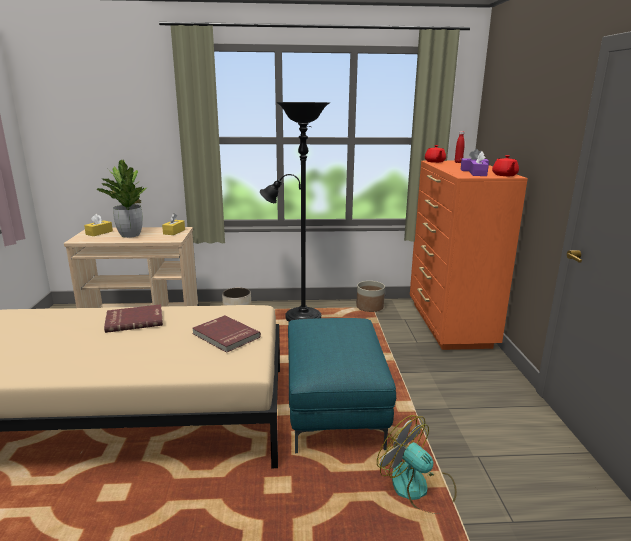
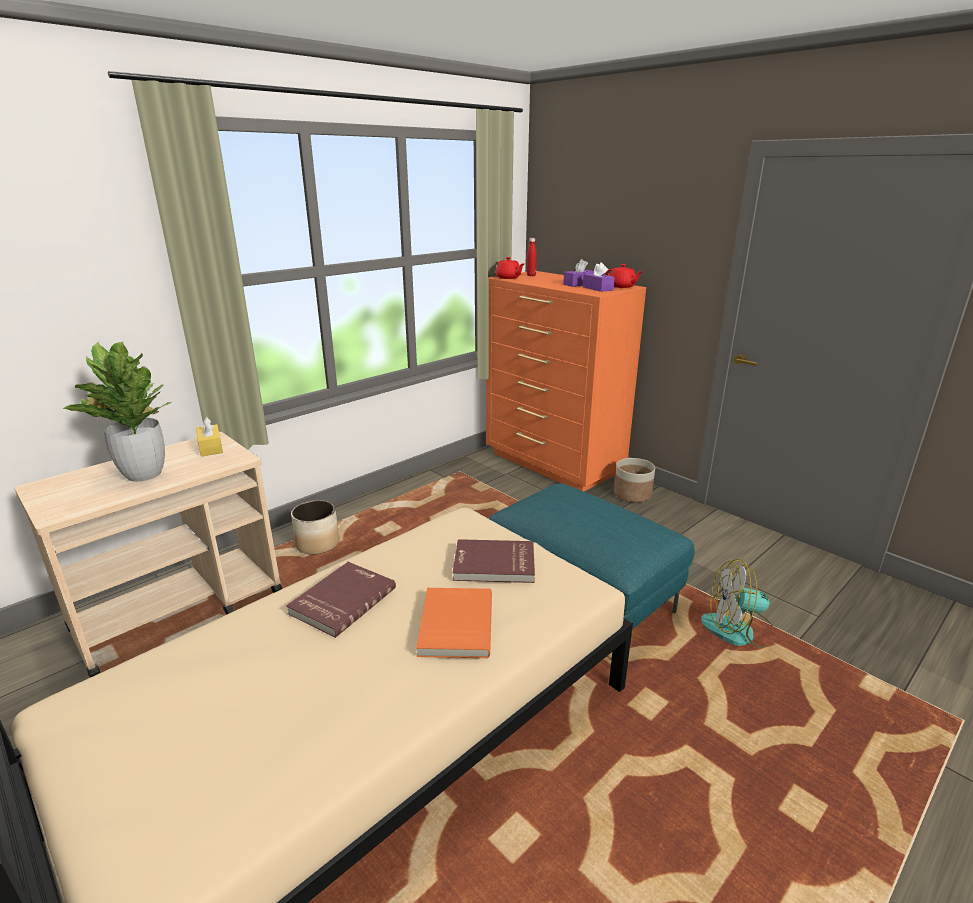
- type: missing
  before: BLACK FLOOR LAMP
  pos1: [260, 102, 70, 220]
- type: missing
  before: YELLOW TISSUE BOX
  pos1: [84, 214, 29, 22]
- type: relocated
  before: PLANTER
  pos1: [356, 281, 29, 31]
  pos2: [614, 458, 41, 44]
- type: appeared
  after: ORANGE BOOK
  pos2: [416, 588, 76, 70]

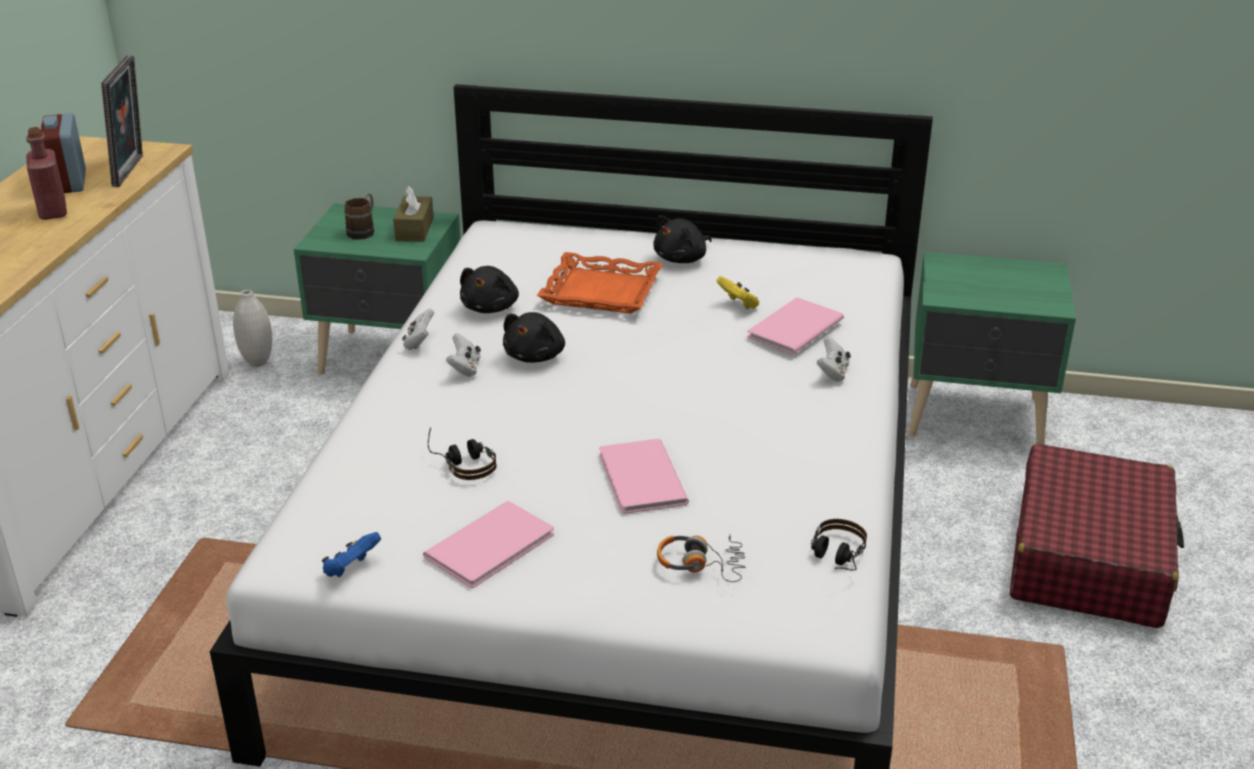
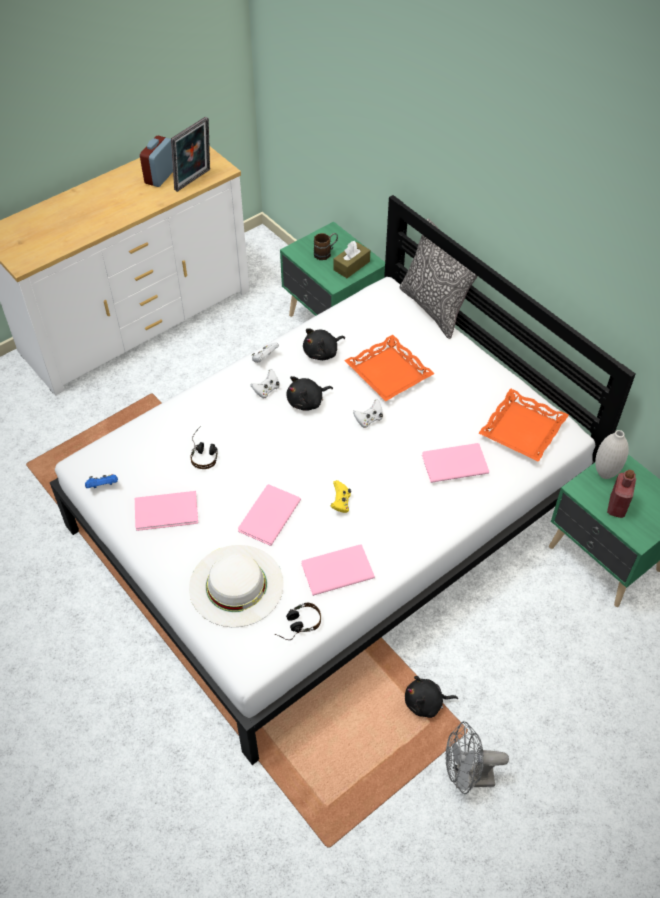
- type: relocated
  before: RED BOTTLE
  pos1: [26, 127, 41, 93]
  pos2: [607, 470, 29, 48]
- type: relocated
  before: BLACK PLUSH TOY
  pos1: [653, 215, 59, 48]
  pos2: [405, 676, 53, 42]
- type: relocated
  before: YELLOW GAME CONTROLLER
  pos1: [717, 276, 42, 33]
  pos2: [330, 480, 21, 33]
- type: relocated
  before: WHITE VASE
  pos1: [233, 290, 39, 77]
  pos2: [595, 430, 34, 49]
- type: relocated
  before: WHITE GAME CONTROLLER
  pos1: [817, 337, 34, 45]
  pos2: [353, 399, 30, 29]
- type: missing
  before: RED SUITCASE
  pos1: [1010, 444, 174, 184]
- type: exchanged
  before: HEADPHONES
  after: WHITE HAT
  pos1: [657, 534, 88, 48]
  pos2: [189, 545, 95, 82]
- type: appeared
  after: PILLOW
  pos2: [399, 218, 79, 121]
- type: appeared
  after: ORANGE TRAY
  pos2: [479, 388, 90, 74]
- type: appeared
  after: PINK BOOK
  pos2: [301, 544, 74, 52]
- type: appeared
  after: GREY FAN
  pos2: [445, 721, 64, 73]

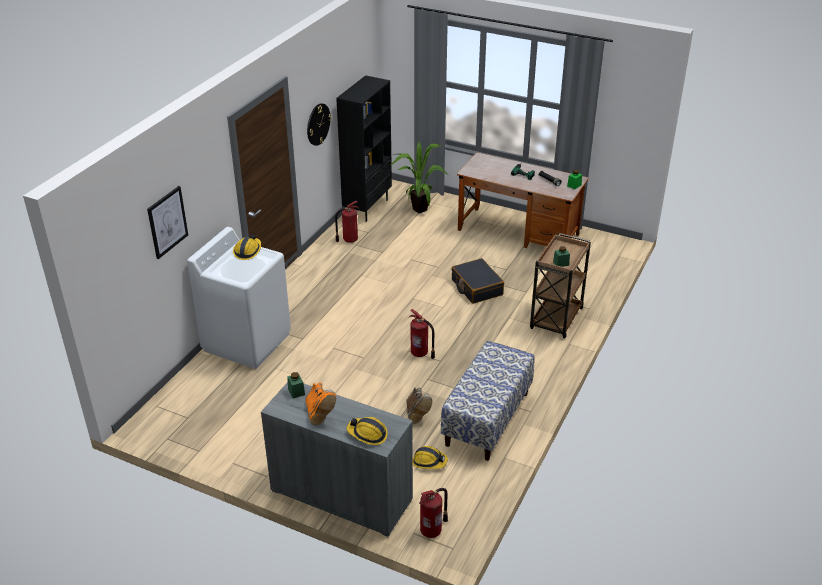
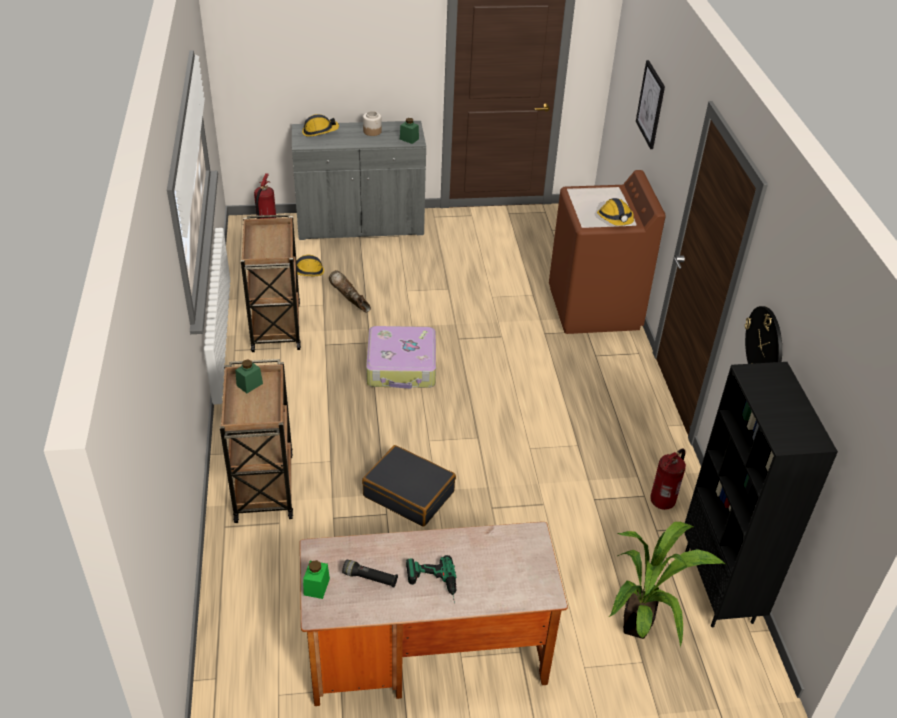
- type: colour
  before: WHITE WASHING MACHINE
  after: BROWN WASHING MACHINE
  pos1: [187, 227, 104, 142]
  pos2: [549, 170, 117, 164]
- type: exchanged
  before: FIRE EXTINGUISHER
  after: SUITCASE
  pos1: [409, 309, 26, 50]
  pos2: [366, 326, 70, 63]
- type: exchanged
  before: BENCH
  after: BROWN CART
  pos1: [441, 341, 94, 120]
  pos2: [241, 214, 60, 138]
- type: exchanged
  before: ORANGE BOOT
  after: JAR
  pos1: [306, 382, 30, 43]
  pos2: [363, 111, 19, 25]

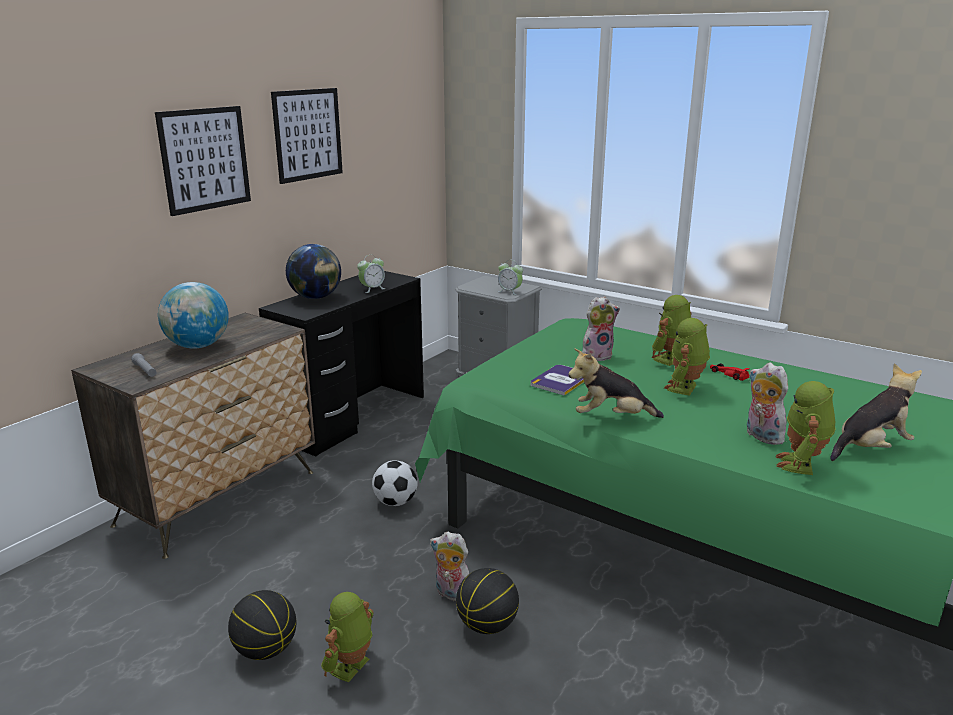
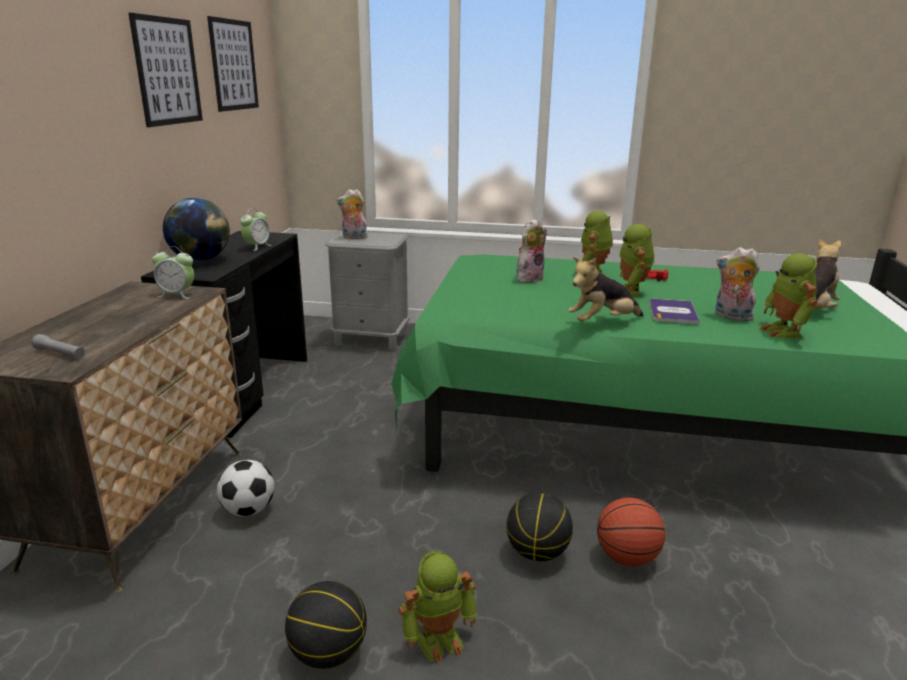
- type: relocated
  before: PICTURE
  pos1: [155, 106, 96, 110]
  pos2: [207, 16, 52, 96]
- type: relocated
  before: ALARM CLOCK
  pos1: [498, 260, 25, 35]
  pos2: [152, 246, 42, 53]
- type: missing
  before: GLOBE
  pos1: [158, 282, 71, 67]
- type: relocated
  before: BOOK
  pos1: [531, 365, 53, 31]
  pos2: [649, 299, 51, 26]
- type: relocated
  before: FOOTBALL
  pos1: [372, 460, 46, 46]
  pos2: [217, 460, 57, 56]
- type: relocated
  before: PLUSH TOY
  pos1: [430, 532, 40, 69]
  pos2: [337, 189, 31, 50]
- type: spun
  before: TOY ROBOT
  pos1: [321, 592, 53, 90]
  pos2: [399, 551, 78, 113]
  turn: -120
- type: appeared
  after: BASKETBALL
  pos2: [597, 497, 68, 69]

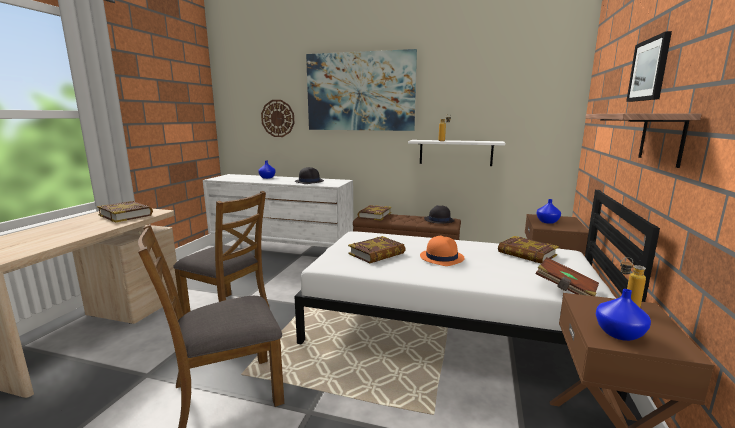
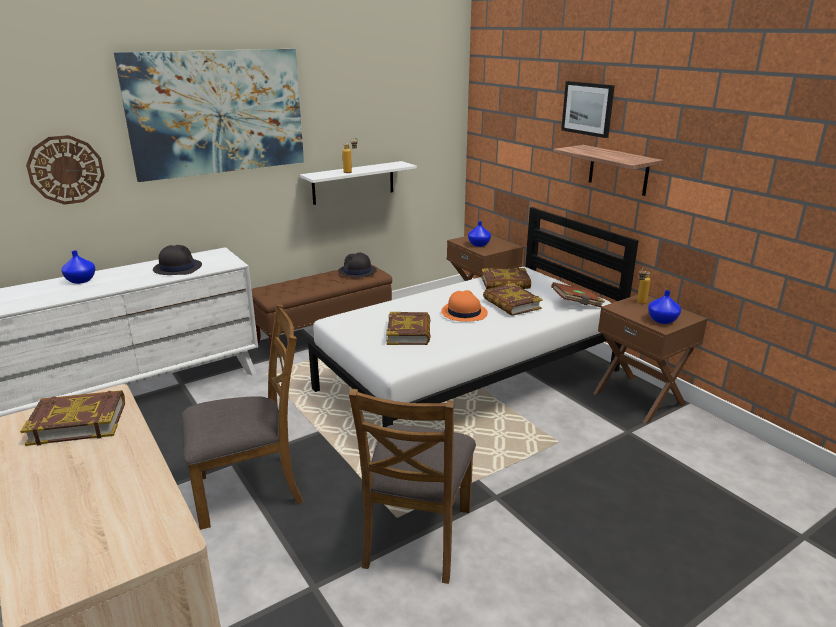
- type: relocated
  before: BOOK
  pos1: [357, 205, 34, 16]
  pos2: [483, 283, 60, 33]

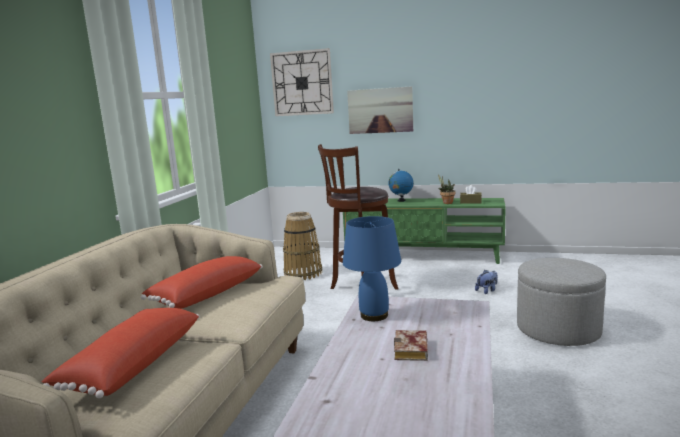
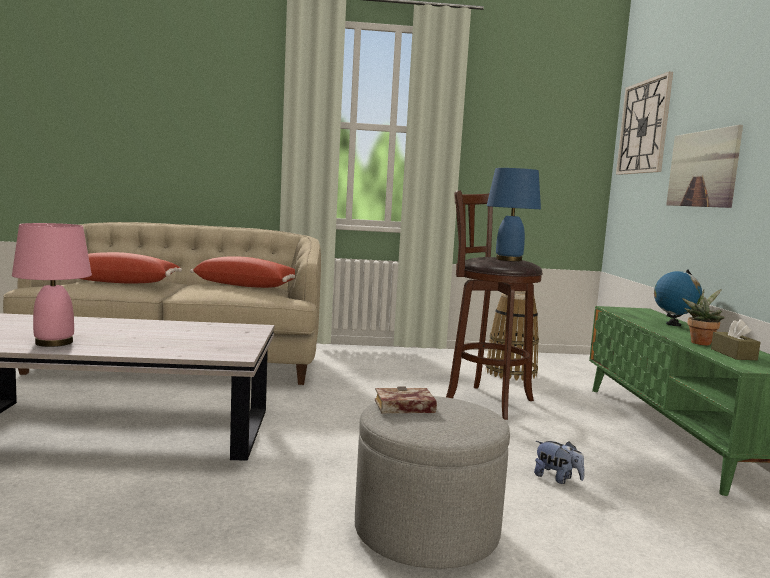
- type: relocated
  before: BLUE TABLE LAMP
  pos1: [343, 216, 58, 105]
  pos2: [487, 168, 54, 94]
- type: relocated
  before: BOOK
  pos1: [394, 330, 34, 31]
  pos2: [375, 387, 62, 26]
- type: appeared
  after: PINK TABLE LAMP
  pos2: [12, 223, 80, 124]

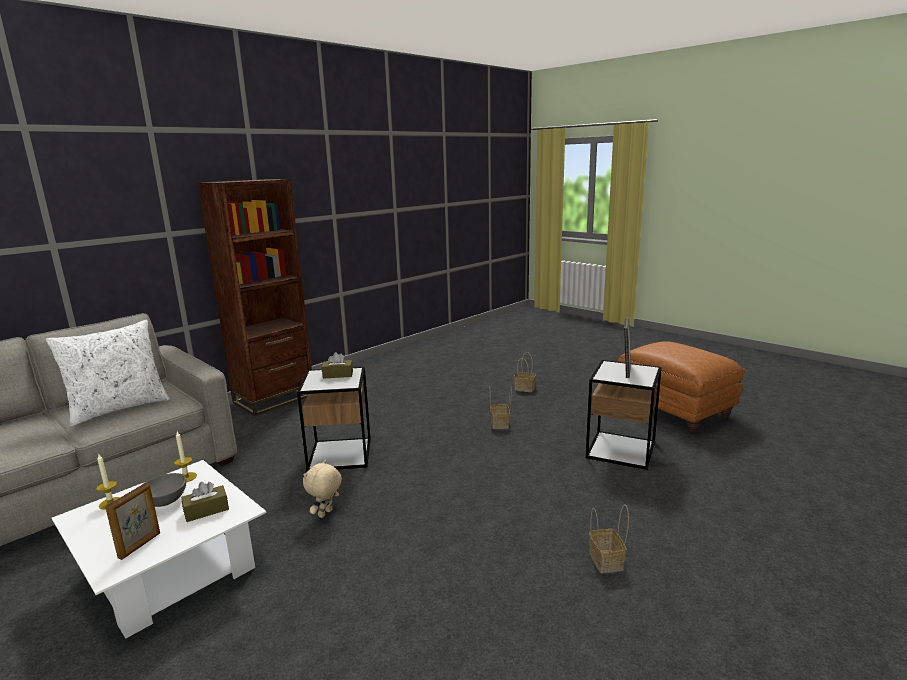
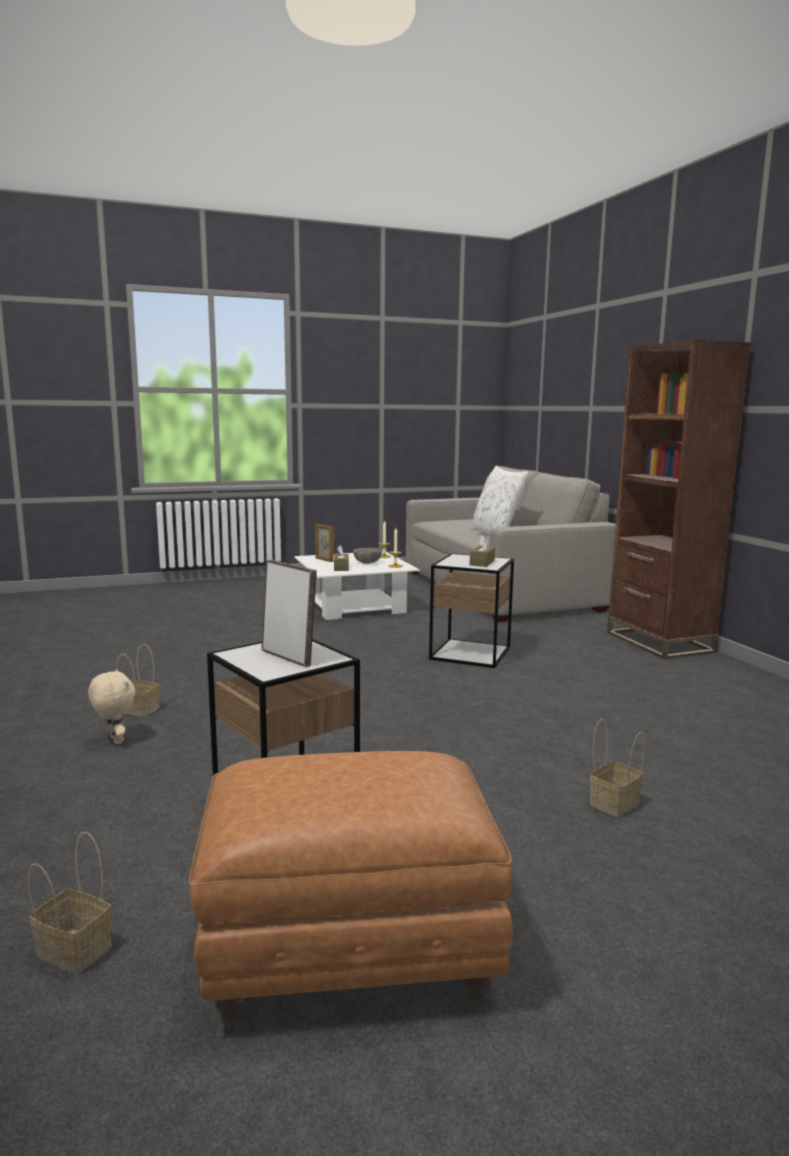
- type: relocated
  before: BASKET
  pos1: [489, 386, 22, 43]
  pos2: [28, 832, 84, 142]
- type: relocated
  before: BEIGE PLUSH TOY
  pos1: [303, 460, 39, 58]
  pos2: [88, 669, 47, 76]

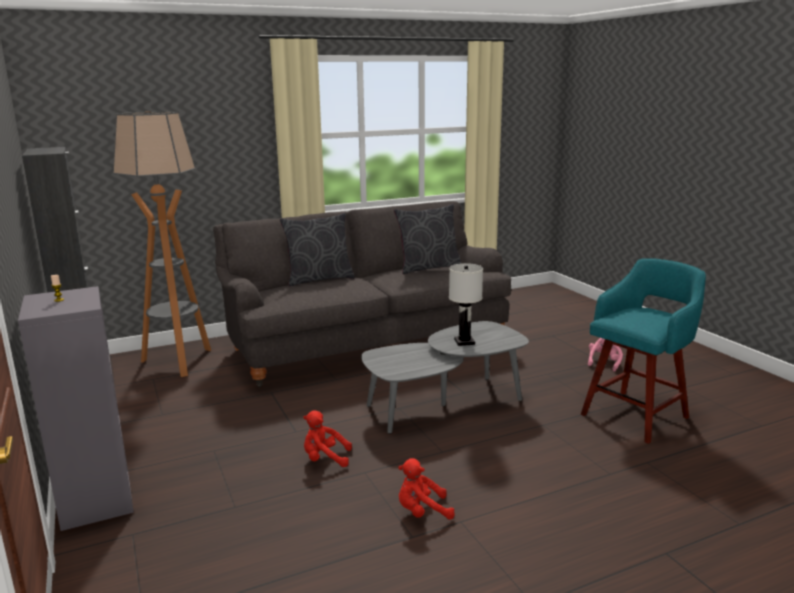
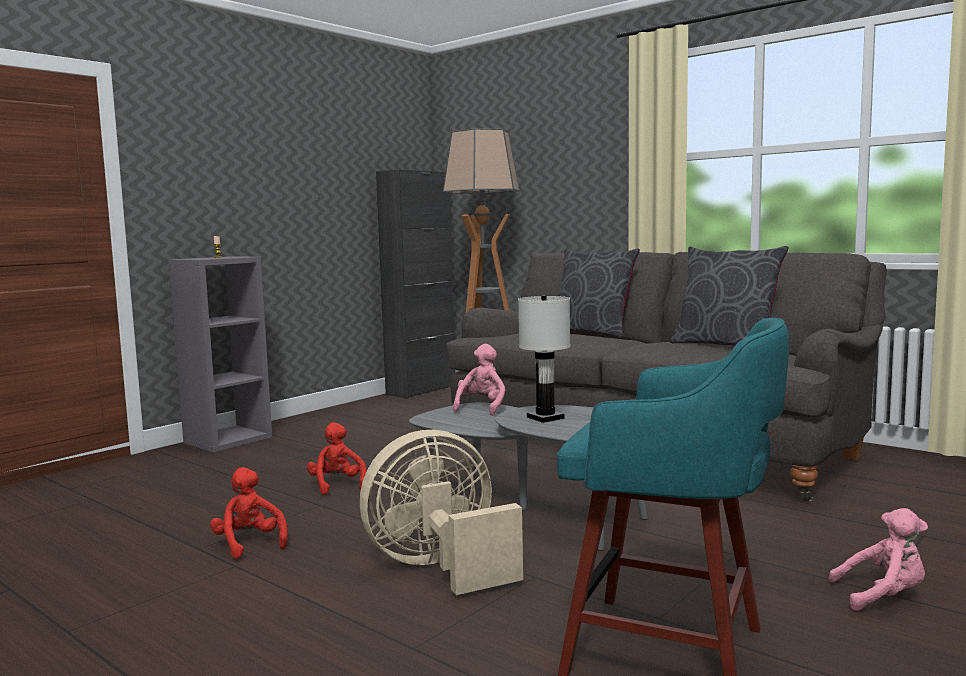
- type: appeared
  after: PINK PLUSH TOY
  pos2: [453, 344, 53, 72]
- type: appeared
  after: BEIGE FAN
  pos2: [360, 430, 163, 165]

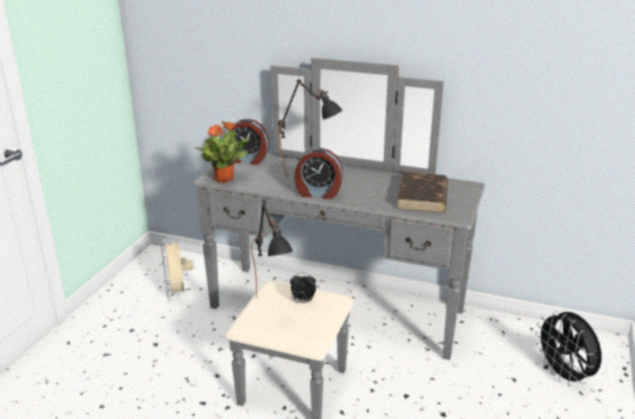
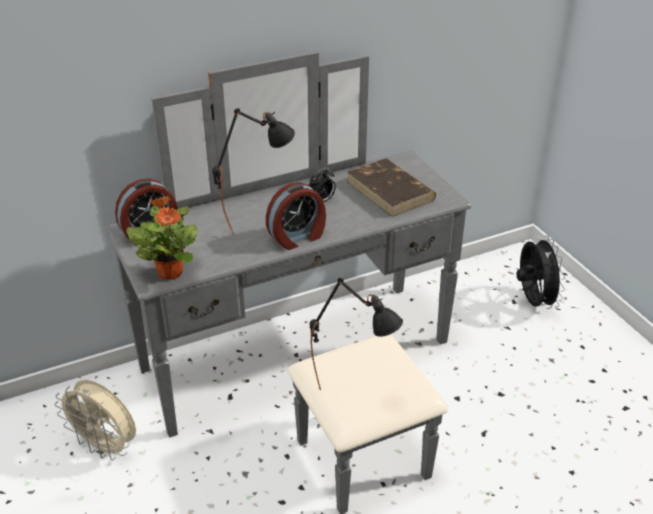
- type: relocated
  before: ALARM CLOCK
  pos1: [290, 273, 26, 30]
  pos2: [309, 168, 27, 34]
- type: spun
  before: BLACK FAN
  pos1: [535, 311, 67, 75]
  pos2: [516, 235, 49, 74]
  turn: -120

